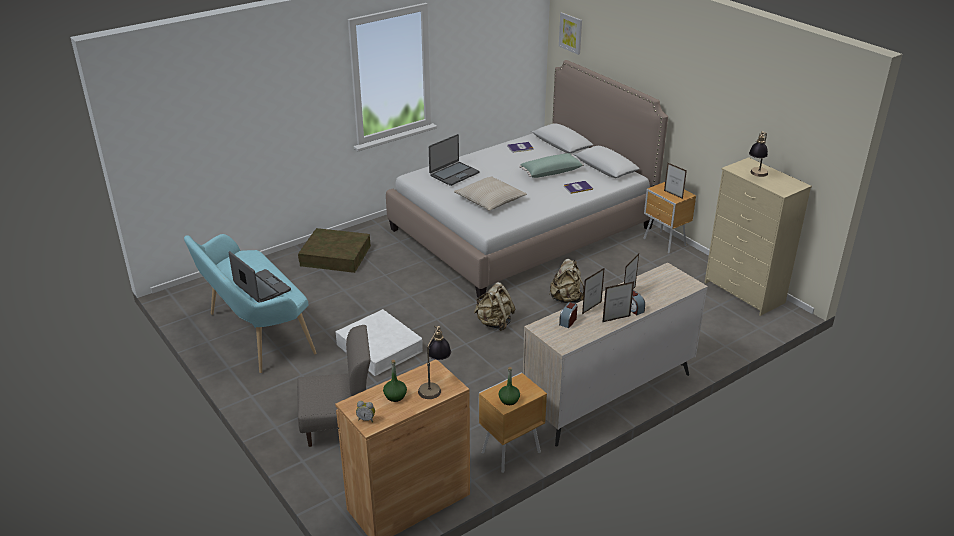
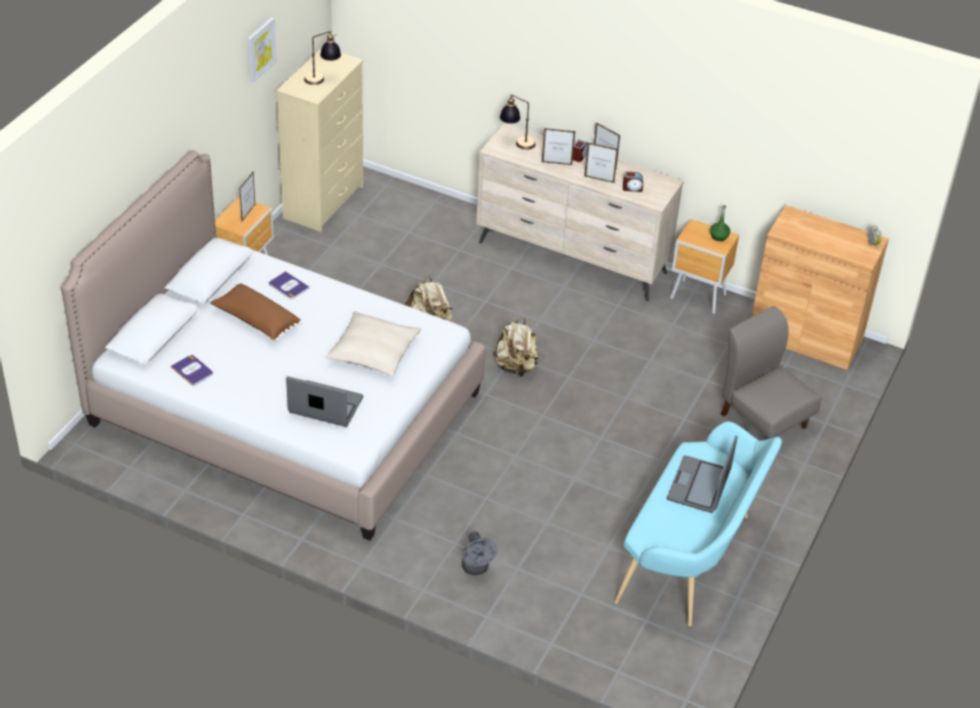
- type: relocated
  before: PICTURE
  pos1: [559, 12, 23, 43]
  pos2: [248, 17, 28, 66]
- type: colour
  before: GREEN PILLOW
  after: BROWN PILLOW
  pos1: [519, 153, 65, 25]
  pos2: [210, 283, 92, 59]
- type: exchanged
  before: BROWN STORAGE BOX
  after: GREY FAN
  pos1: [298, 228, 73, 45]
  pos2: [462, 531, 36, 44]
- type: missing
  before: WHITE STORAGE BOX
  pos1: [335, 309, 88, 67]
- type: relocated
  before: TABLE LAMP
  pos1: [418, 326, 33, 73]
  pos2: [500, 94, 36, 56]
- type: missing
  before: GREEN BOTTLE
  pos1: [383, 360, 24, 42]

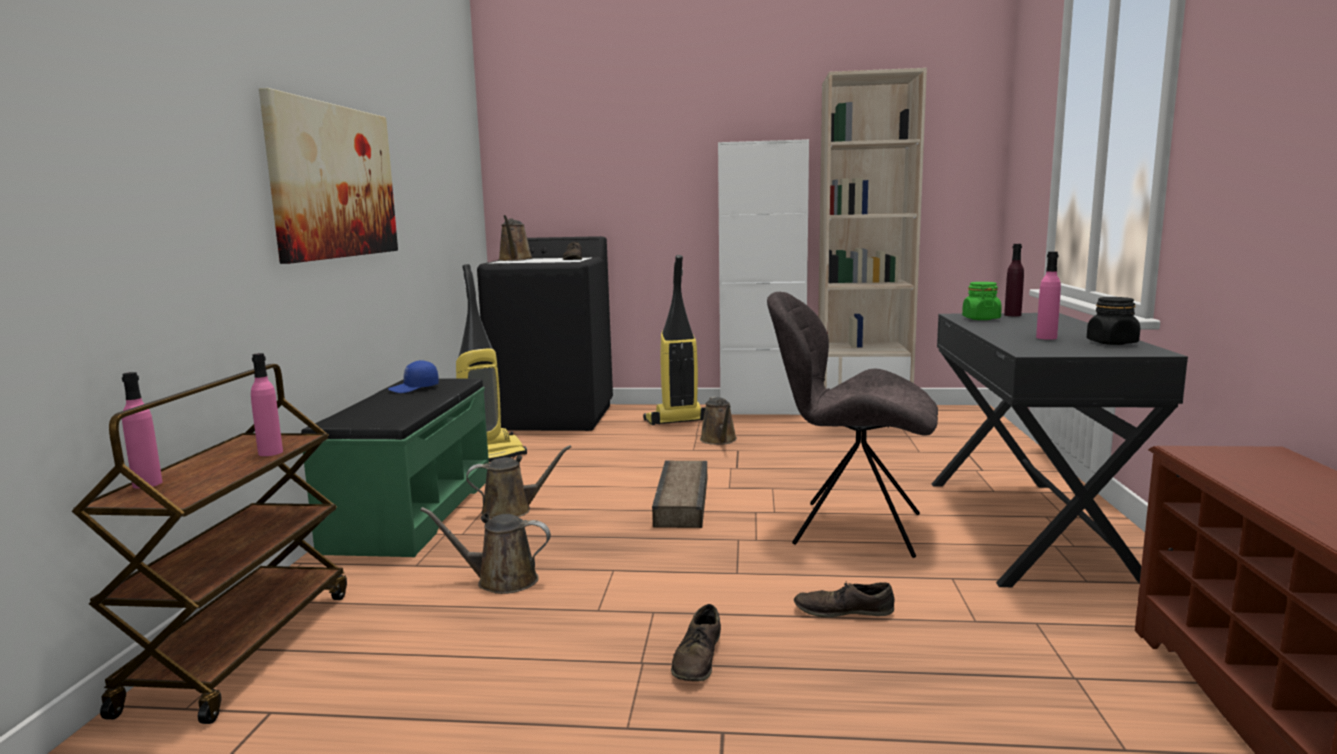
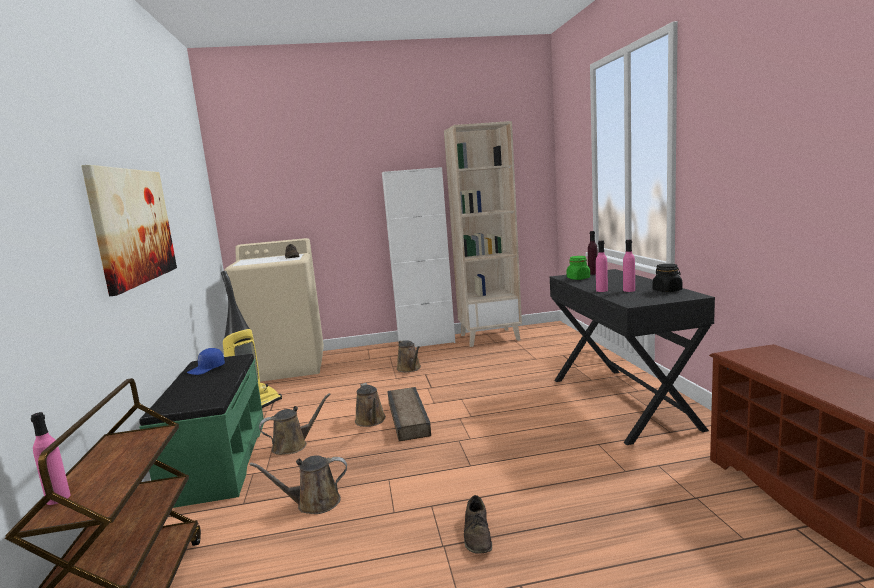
- type: relocated
  before: BROWN WATERING CAN
  pos1: [499, 215, 34, 46]
  pos2: [355, 383, 31, 44]
- type: colour
  before: BLACK WASHING MACHINE
  after: BEIGE WASHING MACHINE
  pos1: [477, 236, 136, 195]
  pos2: [225, 238, 99, 144]
- type: missing
  before: VACUUM CLEANER
  pos1: [643, 255, 63, 170]
- type: missing
  before: GREY CHAIR
  pos1: [767, 292, 171, 266]
- type: relocated
  before: PINK BOTTLE
  pos1: [251, 353, 32, 103]
  pos2: [596, 241, 12, 51]
- type: missing
  before: BROWN SHOE
  pos1: [794, 581, 100, 36]

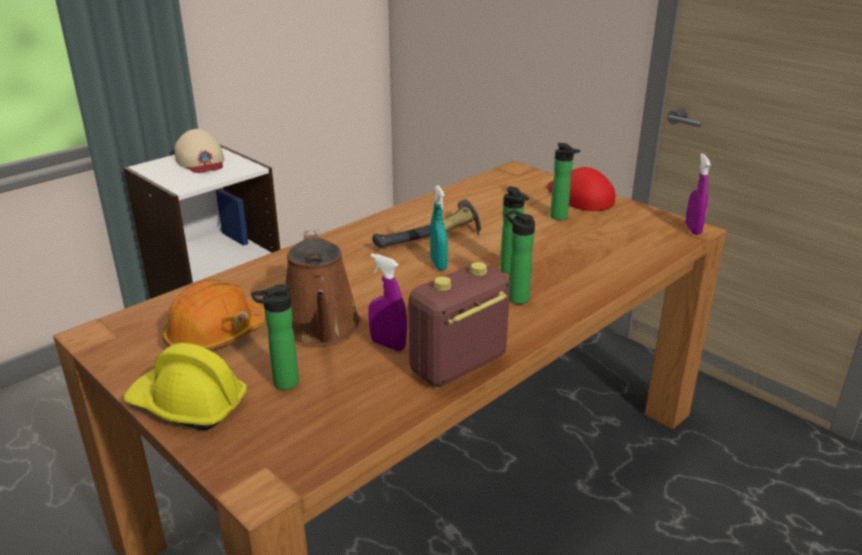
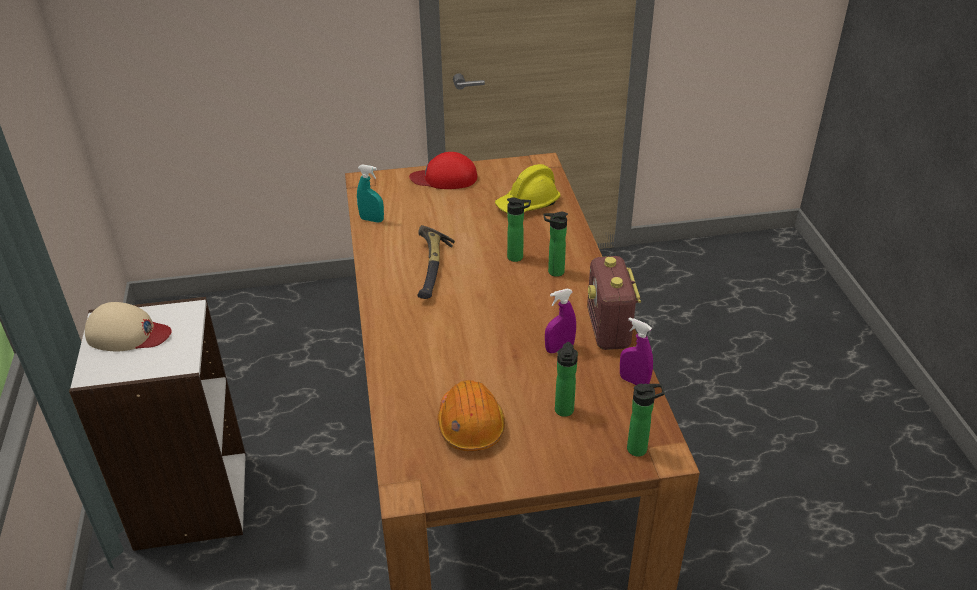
- type: relocated
  before: BOTTLE
  pos1: [550, 143, 30, 77]
  pos2: [627, 384, 38, 73]
- type: relocated
  before: PURPLE SPRAY BOTTLE
  pos1: [685, 153, 26, 82]
  pos2: [620, 317, 33, 68]
- type: relocated
  before: TURQUOISE SPRAY BOTTLE
  pos1: [430, 185, 18, 85]
  pos2: [357, 164, 27, 59]
- type: missing
  before: BROWN WATERING CAN
  pos1: [285, 229, 76, 118]
- type: relocated
  before: YELLOW HARD HAT
  pos1: [124, 343, 123, 87]
  pos2: [495, 164, 66, 49]

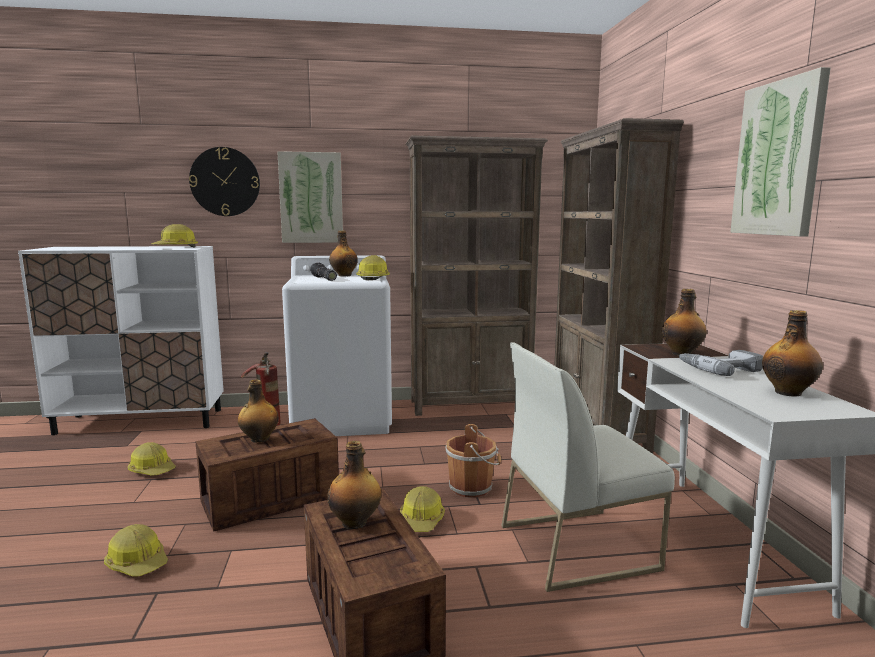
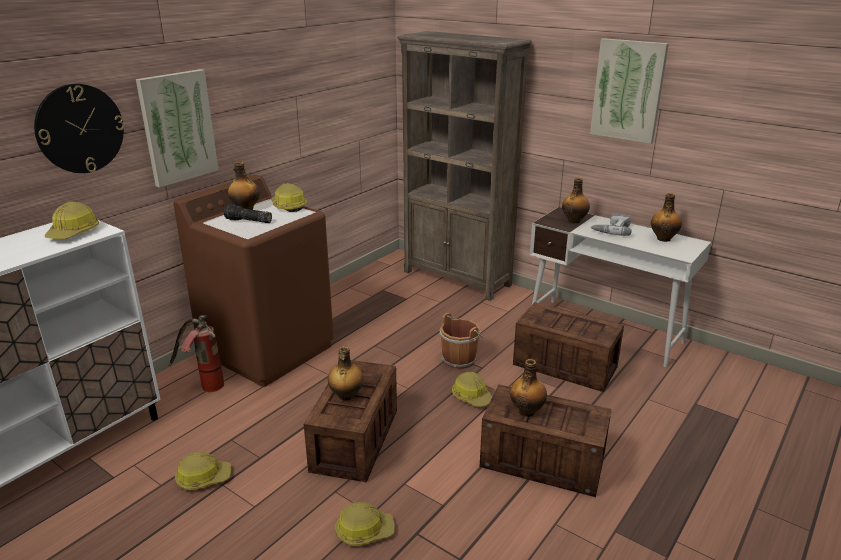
- type: missing
  before: BROWN BOOKCASE
  pos1: [406, 135, 142, 281]
- type: colour
  before: WHITE WASHING MACHINE
  after: BROWN WASHING MACHINE
  pos1: [282, 255, 110, 181]
  pos2: [173, 175, 161, 212]
- type: exchanged
  before: WHITE CHAIR
  after: CRATE
  pos1: [502, 342, 173, 250]
  pos2: [513, 302, 111, 90]

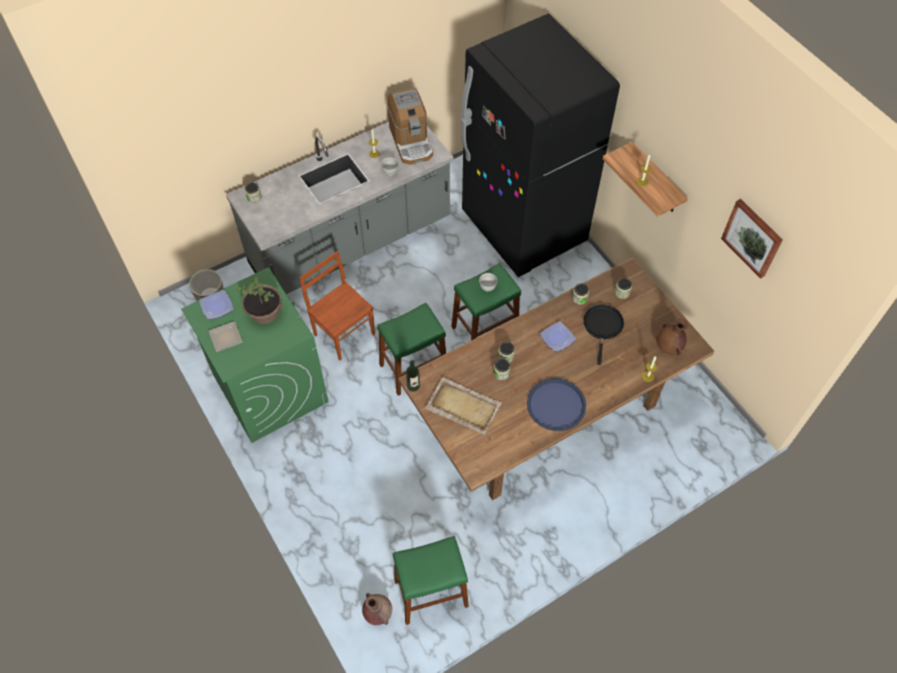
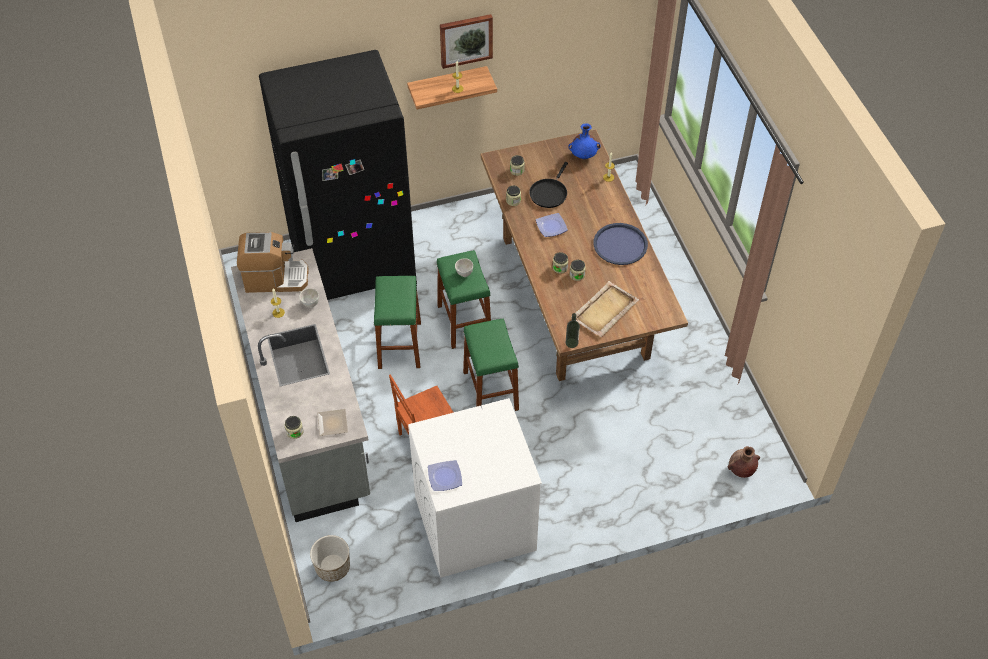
- type: relocated
  before: PICTURE
  pos1: [721, 199, 61, 80]
  pos2: [440, 14, 53, 55]
- type: colour
  before: GREEN WASHING MACHINE
  after: WHITE WASHING MACHINE
  pos1: [181, 267, 148, 176]
  pos2: [408, 398, 134, 180]
- type: missing
  before: POTTED PLANT
  pos1: [237, 277, 46, 47]
- type: spun
  before: BLACK FRYING PAN
  pos1: [583, 305, 41, 60]
  pos2: [529, 162, 39, 46]
  turn: -90
- type: colour
  before: BROWN VASE
  after: BLUE VASE
  pos1: [657, 319, 30, 36]
  pos2: [568, 123, 33, 36]
- type: relocated
  before: PLATE
  pos1: [209, 322, 34, 30]
  pos2: [317, 409, 31, 27]
- type: relocated
  before: GREEN STOOL
  pos1: [393, 536, 76, 89]
  pos2: [374, 276, 47, 93]

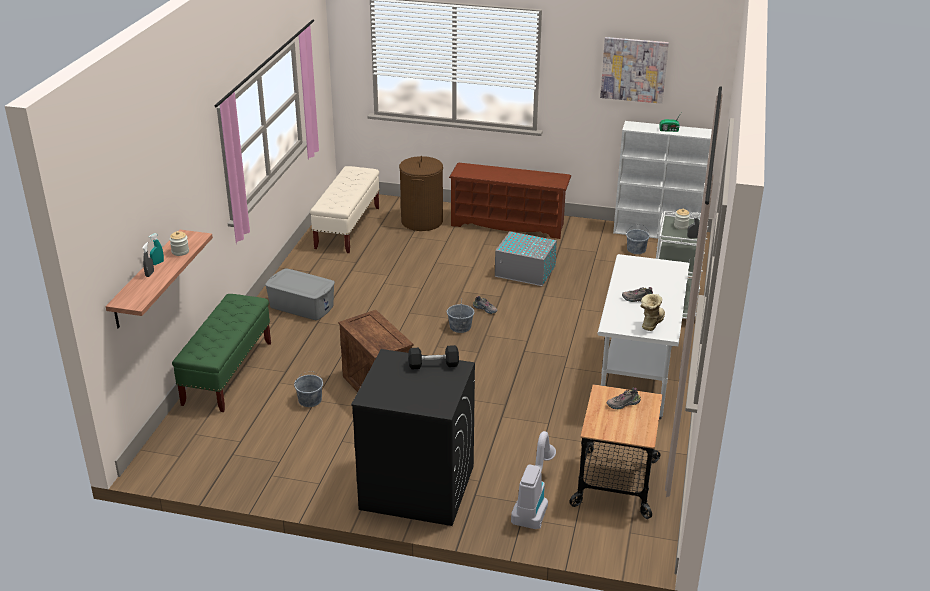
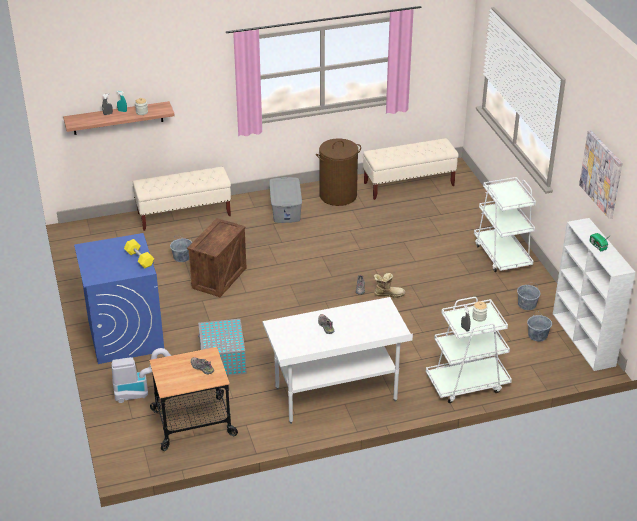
- type: relocated
  before: BROWN LAUNDRY BASKET
  pos1: [399, 156, 44, 75]
  pos2: [316, 139, 45, 67]
- type: exchanged
  before: BROWN SHOE RACK
  after: WHITE CART
  pos1: [449, 162, 122, 77]
  pos2: [474, 177, 62, 95]
- type: relocated
  before: GREY STORAGE BOX
  pos1: [495, 231, 62, 55]
  pos2: [198, 319, 49, 57]
- type: colour
  before: GREEN BENCH
  after: BEIGE BENCH
  pos1: [172, 294, 99, 118]
  pos2: [133, 167, 98, 64]
- type: relocated
  before: BOOT
  pos1: [640, 294, 25, 37]
  pos2: [373, 273, 33, 25]
- type: relocated
  before: GREY BUCKET
  pos1: [447, 299, 27, 34]
  pos2: [517, 282, 24, 28]
- type: colour
  before: BLACK DUMBBELL
  after: YELLOW DUMBBELL
  pos1: [408, 345, 51, 24]
  pos2: [124, 239, 30, 30]
- type: colour
  before: BLACK WASHING MACHINE
  after: BLUE WASHING MACHINE
  pos1: [351, 349, 124, 177]
  pos2: [74, 233, 90, 131]

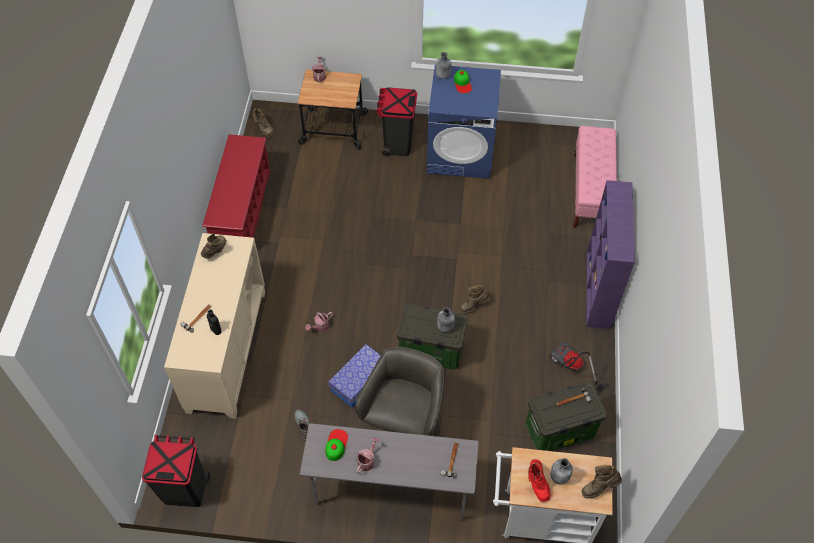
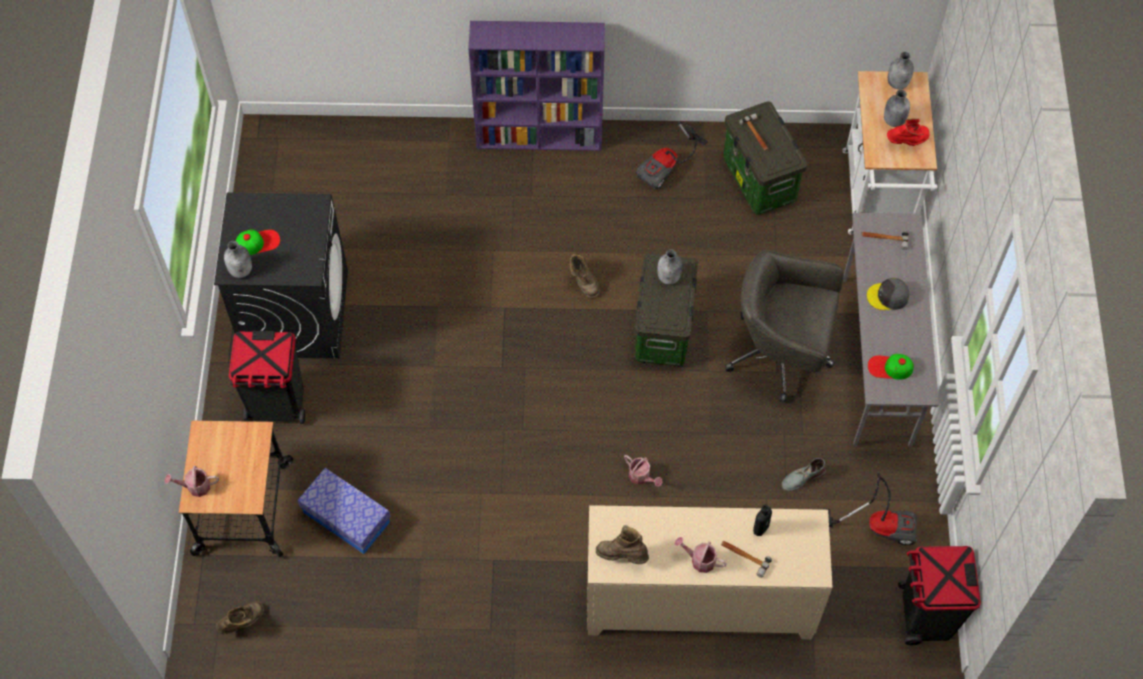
- type: colour
  before: BLUE WASHING MACHINE
  after: BLACK WASHING MACHINE
  pos1: [427, 65, 74, 114]
  pos2: [214, 192, 134, 167]
- type: missing
  before: PINK BENCH
  pos1: [573, 126, 44, 102]
- type: missing
  before: RED SHOE RACK
  pos1: [202, 134, 69, 104]
- type: relocated
  before: STORAGE BOX
  pos1: [328, 344, 53, 64]
  pos2: [297, 468, 94, 86]
- type: relocated
  before: WATERING CAN
  pos1: [356, 437, 23, 36]
  pos2: [675, 537, 52, 36]
- type: exchanged
  before: BROWN BOOT
  after: GREY BOTTLE
  pos1: [581, 465, 41, 34]
  pos2: [888, 52, 26, 37]
- type: appeared
  after: GREY CAP
  pos2: [867, 278, 42, 32]
- type: appeared
  after: VACUUM CLEANER
  pos2: [823, 472, 94, 73]

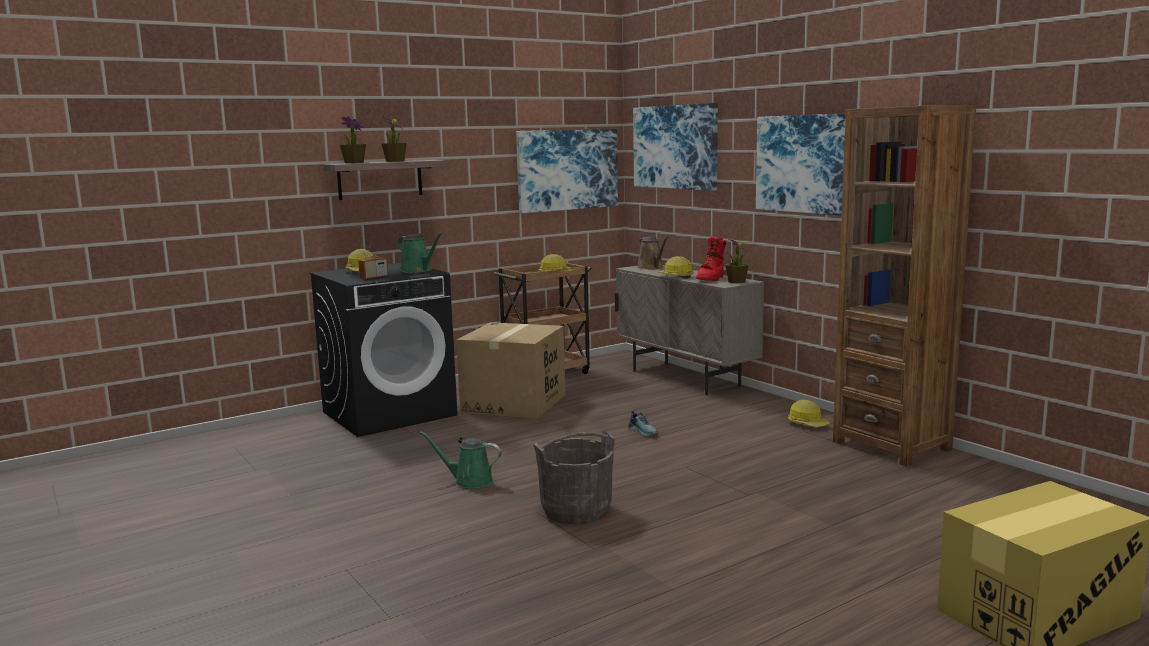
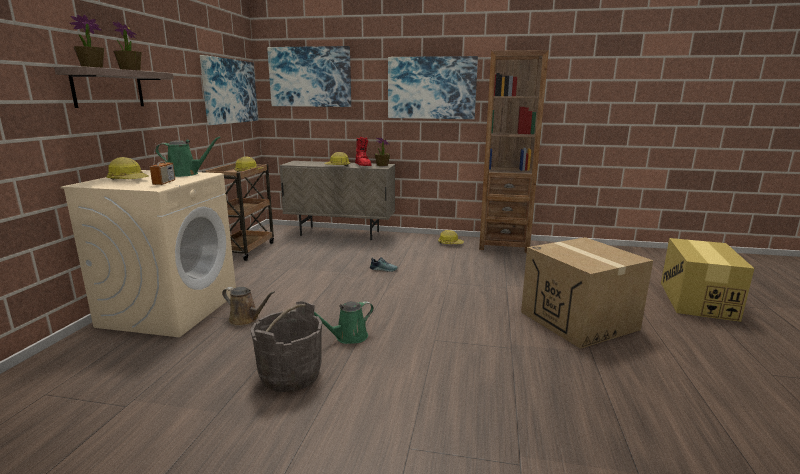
- type: relocated
  before: BROWN WATERING CAN
  pos1: [637, 236, 31, 33]
  pos2: [222, 287, 53, 39]
- type: colour
  before: BLACK WASHING MACHINE
  after: BEIGE WASHING MACHINE
  pos1: [310, 263, 148, 174]
  pos2: [61, 170, 175, 167]
- type: relocated
  before: CARDBOARD BOX
  pos1: [456, 322, 110, 97]
  pos2: [521, 237, 132, 112]
- type: relocated
  before: GREY BUCKET
  pos1: [533, 431, 82, 93]
  pos2: [250, 301, 72, 91]

